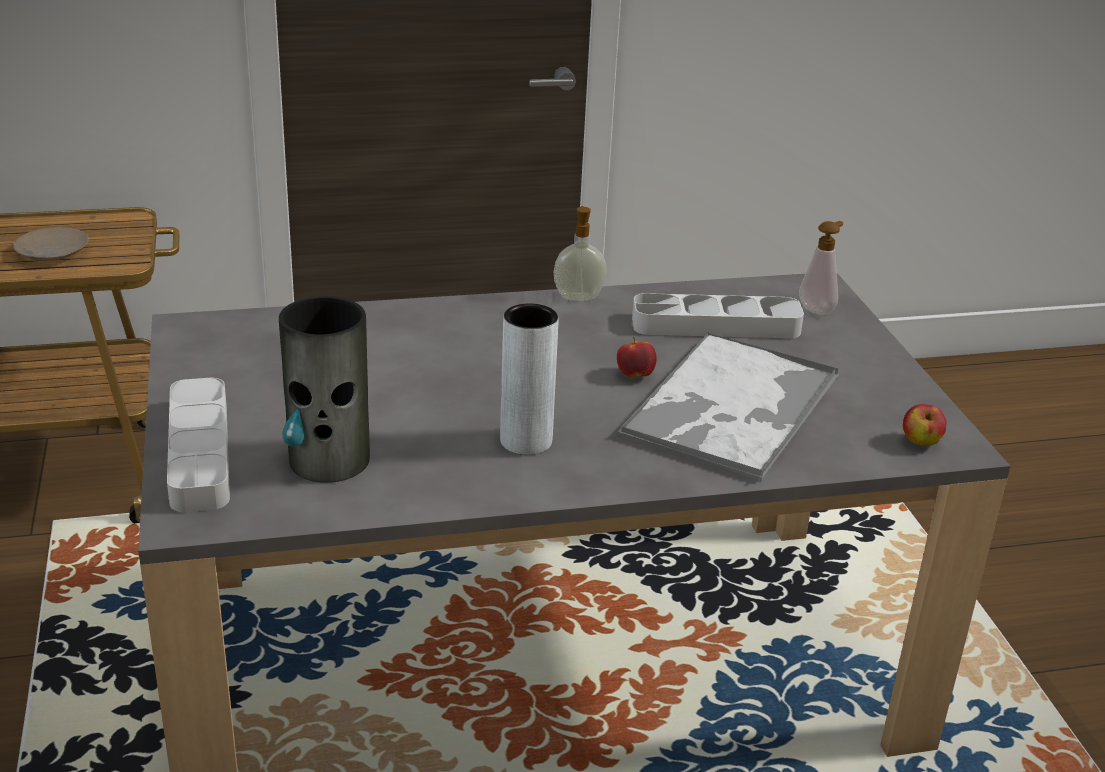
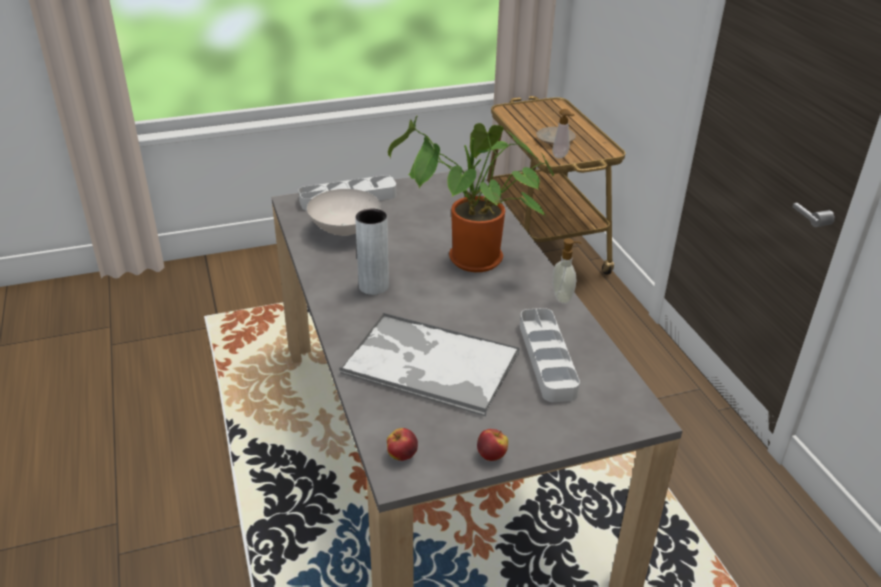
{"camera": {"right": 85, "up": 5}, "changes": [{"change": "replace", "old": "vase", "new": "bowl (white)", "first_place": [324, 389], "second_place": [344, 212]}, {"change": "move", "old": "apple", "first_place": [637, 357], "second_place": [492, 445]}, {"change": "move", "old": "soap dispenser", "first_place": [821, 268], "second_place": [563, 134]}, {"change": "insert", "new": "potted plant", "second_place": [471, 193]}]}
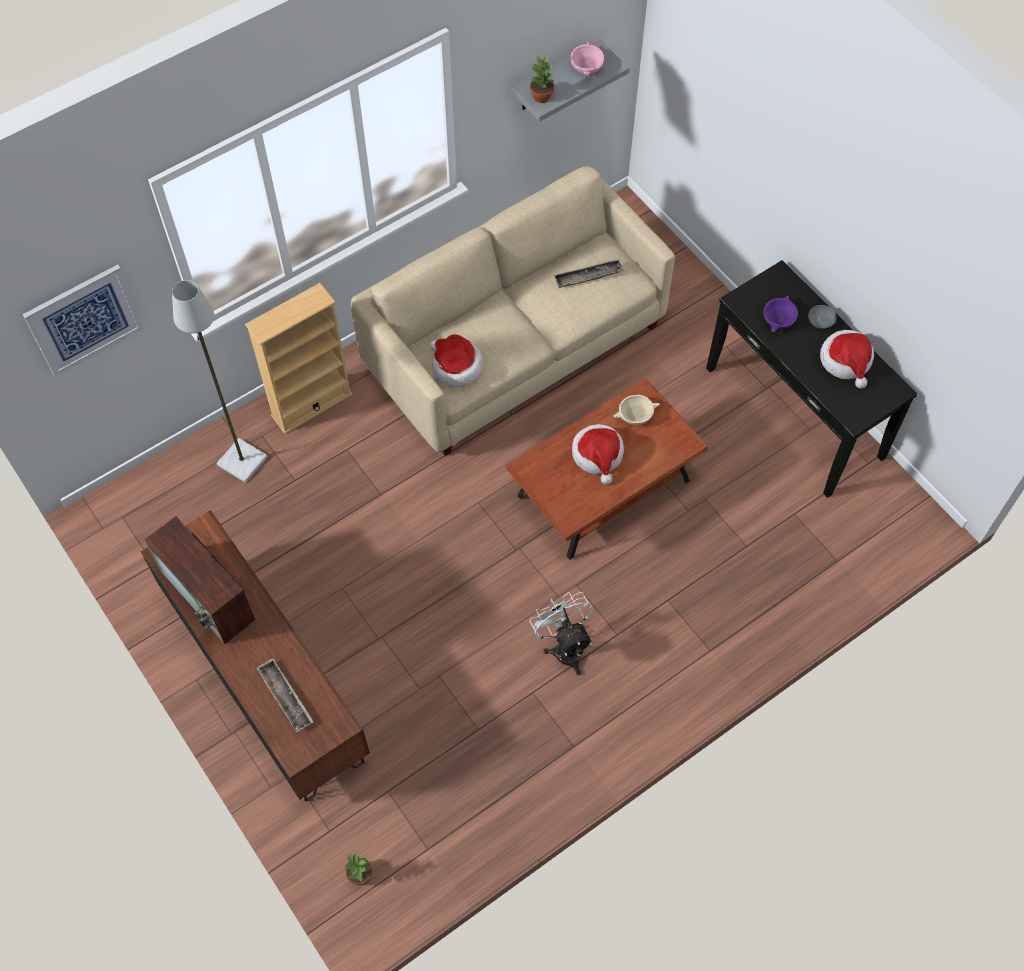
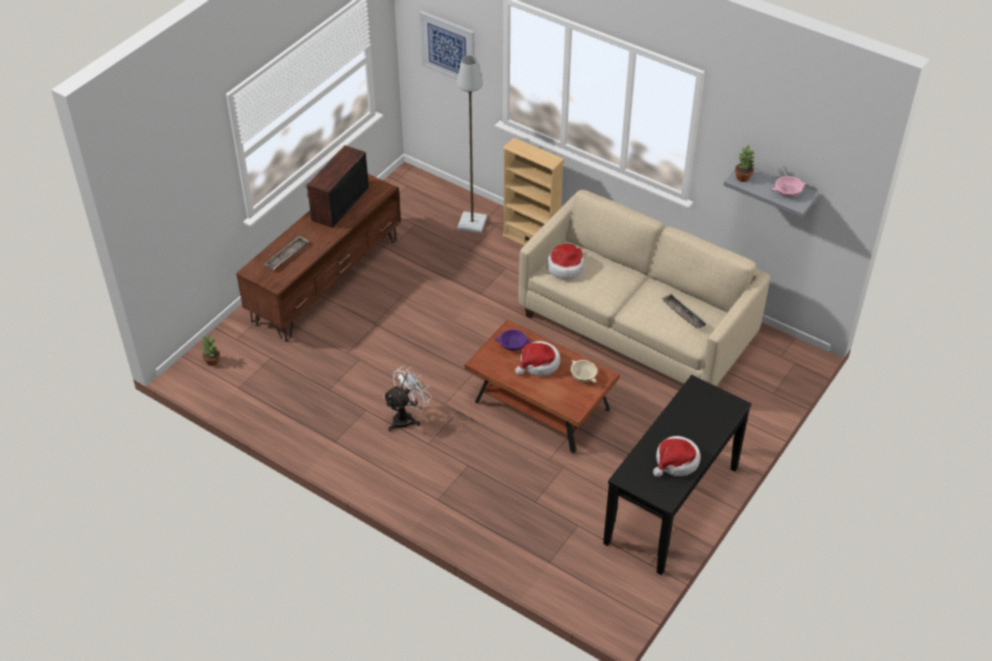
{"camera": {"right": 70, "up": -15}, "changes": [{"change": "move", "old": "bowl (purple)", "first_place": [780, 314], "second_place": [513, 340]}, {"change": "delete", "old": "bowl (grey)", "first_place": [822, 317]}]}
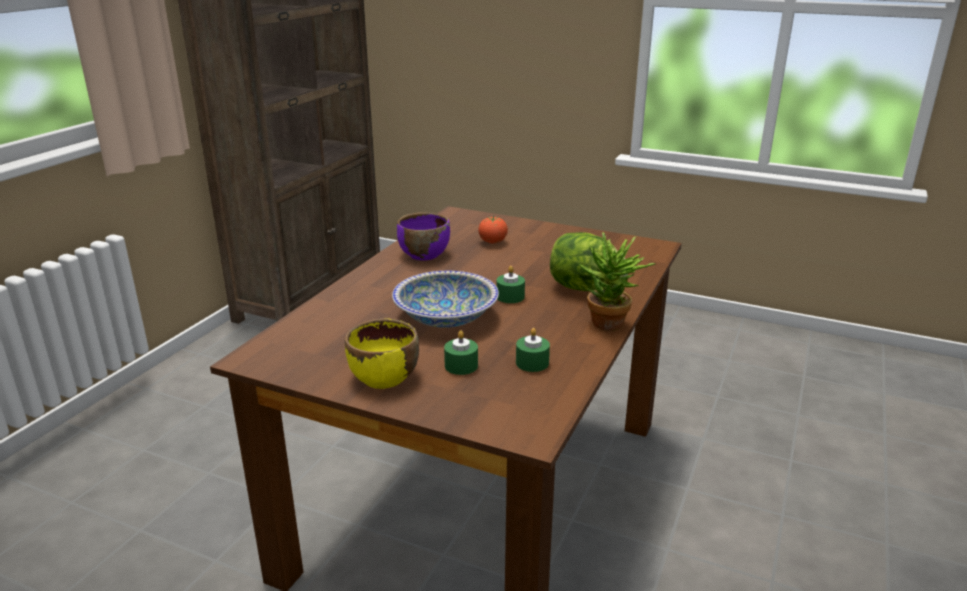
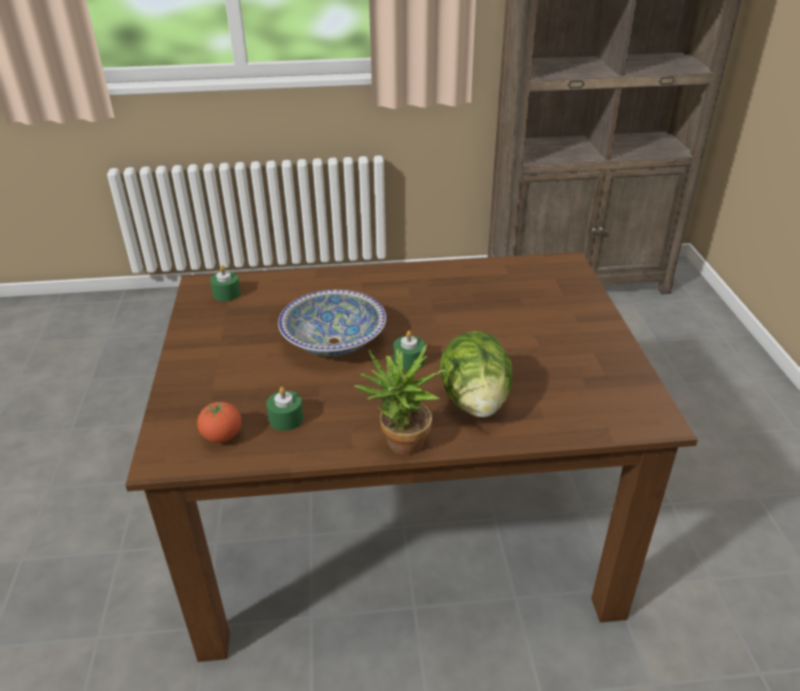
{"camera": {"right": 60, "up": 10}, "changes": [{"change": "delete", "old": "bowl (yellow)", "first_place": [382, 353]}, {"change": "delete", "old": "bowl (purple)", "first_place": [423, 236]}, {"change": "move", "old": "candle (green)", "first_place": [461, 352], "second_place": [225, 283]}, {"change": "move", "old": "tomato", "first_place": [493, 229], "second_place": [219, 422]}]}
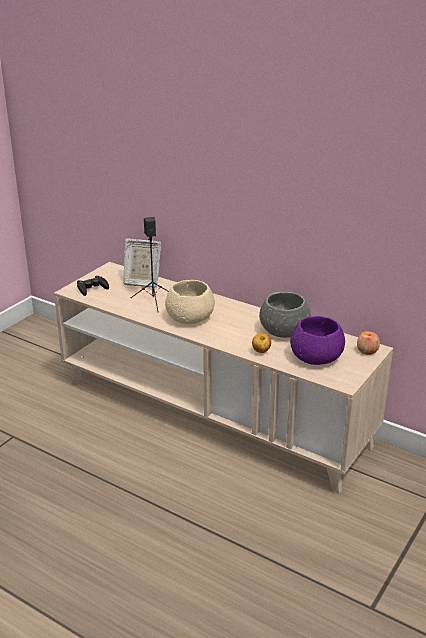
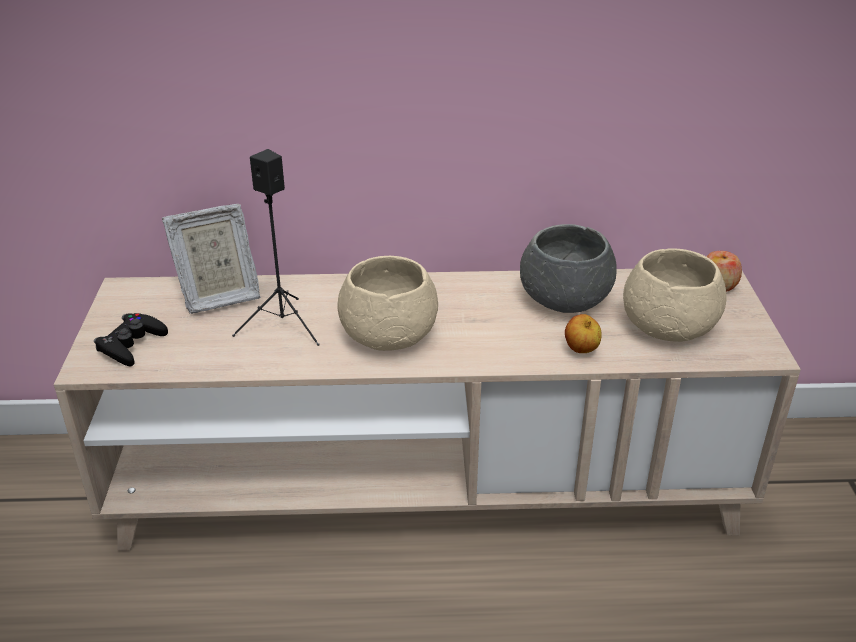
{"camera": {"right": -35, "up": 5}, "changes": [{"change": "recolor", "old": "bowl (purple)", "new": "bowl (beige)", "first_place": [317, 340], "second_place": [675, 295]}]}
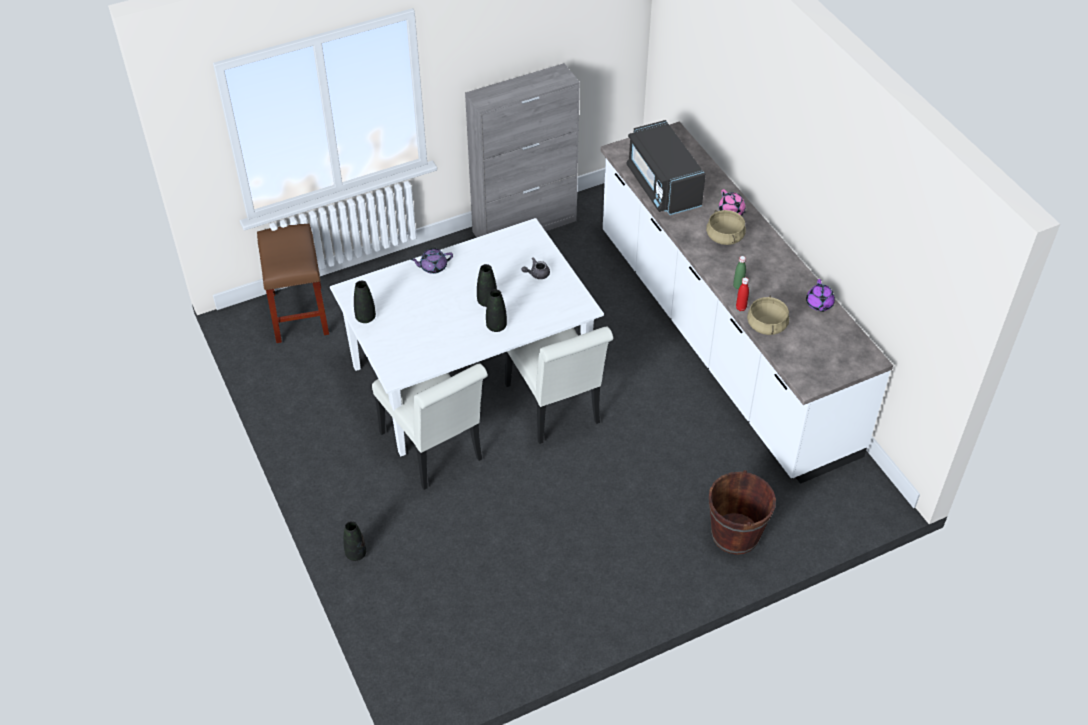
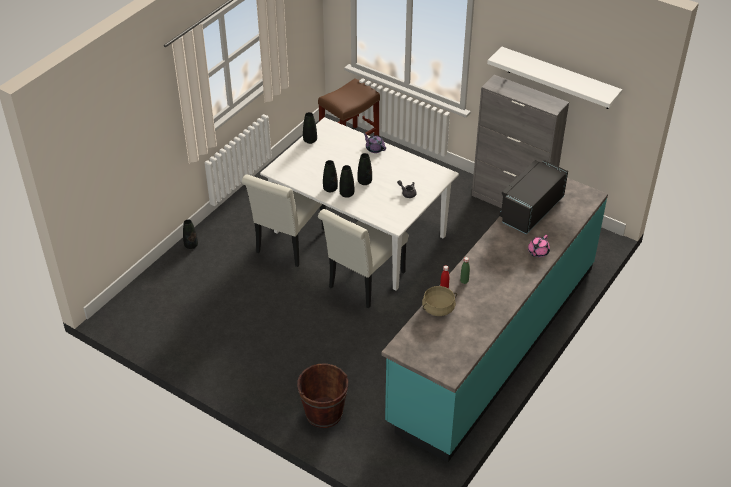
{"camera": {"right": 60, "up": -5}, "changes": [{"change": "recolor", "old": "counter (white)", "new": "counter (turquoise)", "first_place": [747, 302], "second_place": [494, 320]}, {"change": "delete", "old": "cooking pot (beige)", "first_place": [726, 227]}, {"change": "delete", "old": "teapot (purple)", "first_place": [820, 295]}, {"change": "insert", "new": "vase (black)", "second_place": [330, 176]}, {"change": "insert", "new": "shelf (white)", "second_place": [554, 78]}]}
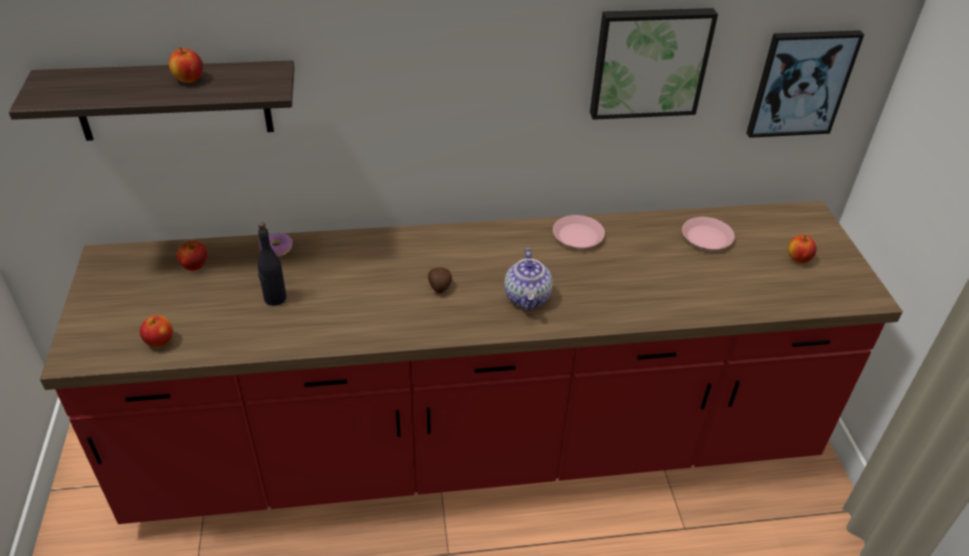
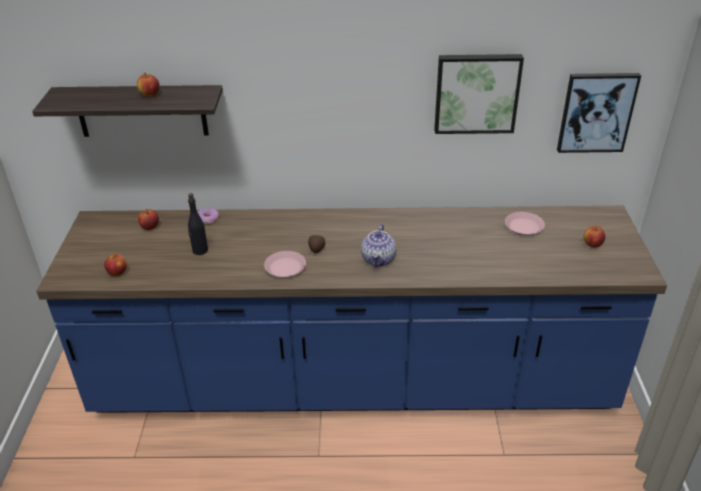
{"camera": {"right": 10, "up": -5}, "changes": [{"change": "recolor", "old": "counter (red)", "new": "counter (blue)", "first_place": [471, 362], "second_place": [351, 309]}, {"change": "move", "old": "plate (pink)", "first_place": [579, 232], "second_place": [285, 264]}]}
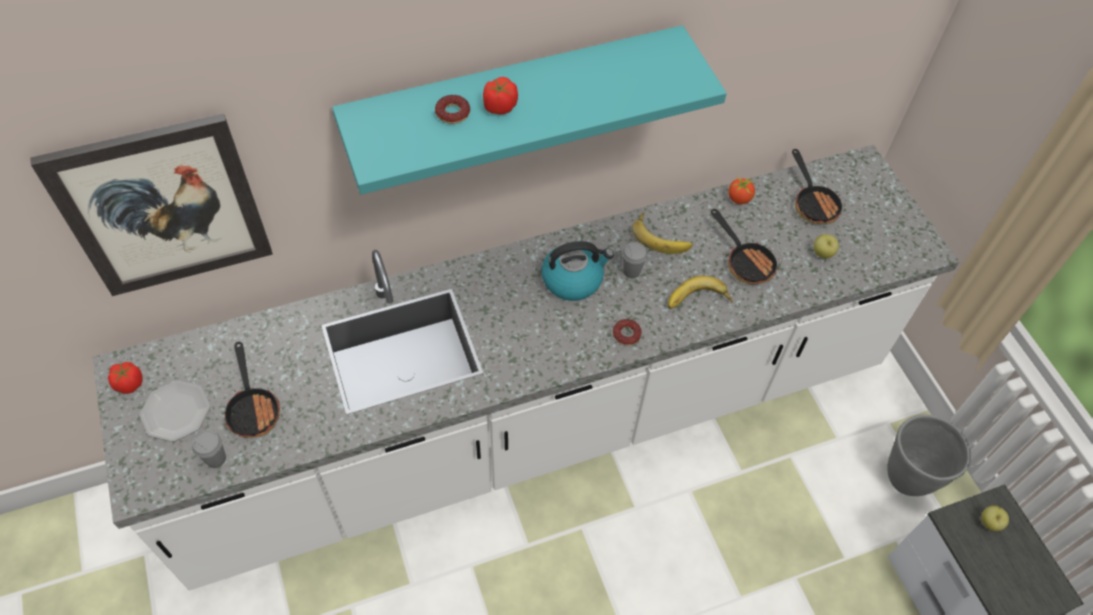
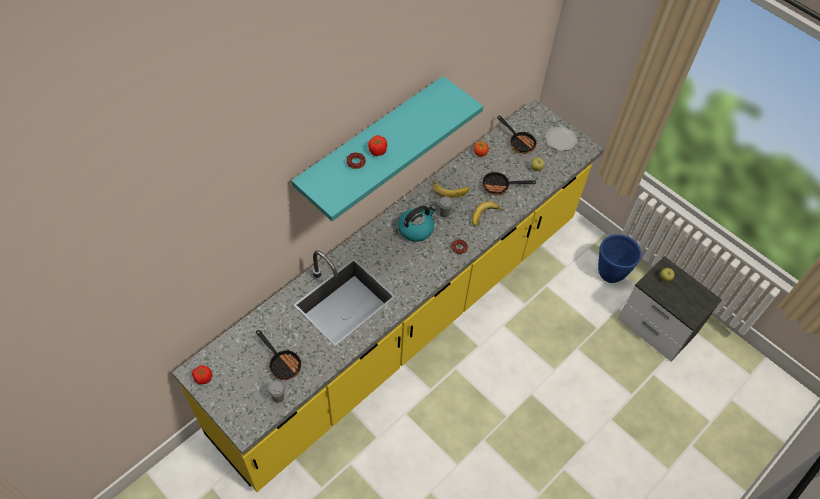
{"camera": {"right": -25, "up": 0}, "changes": [{"change": "delete", "old": "picture", "first_place": [151, 205]}, {"change": "recolor", "old": "counter (white)", "new": "counter (yellow)", "first_place": [526, 367], "second_place": [388, 295]}, {"change": "move", "old": "plate", "first_place": [175, 411], "second_place": [561, 138]}, {"change": "rotate", "old": "frying pan", "first_place": [745, 247], "second_place": [509, 183], "degrees": 150}, {"change": "recolor", "old": "planter (grey)", "new": "planter (blue)", "first_place": [929, 455], "second_place": [620, 258]}]}
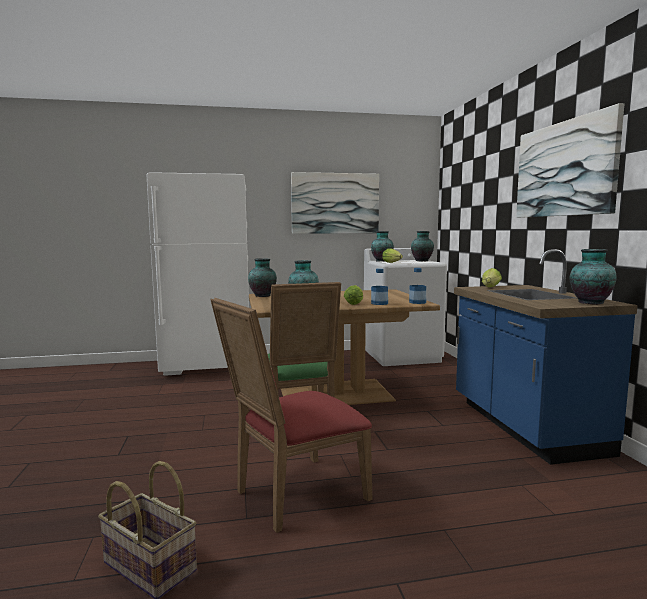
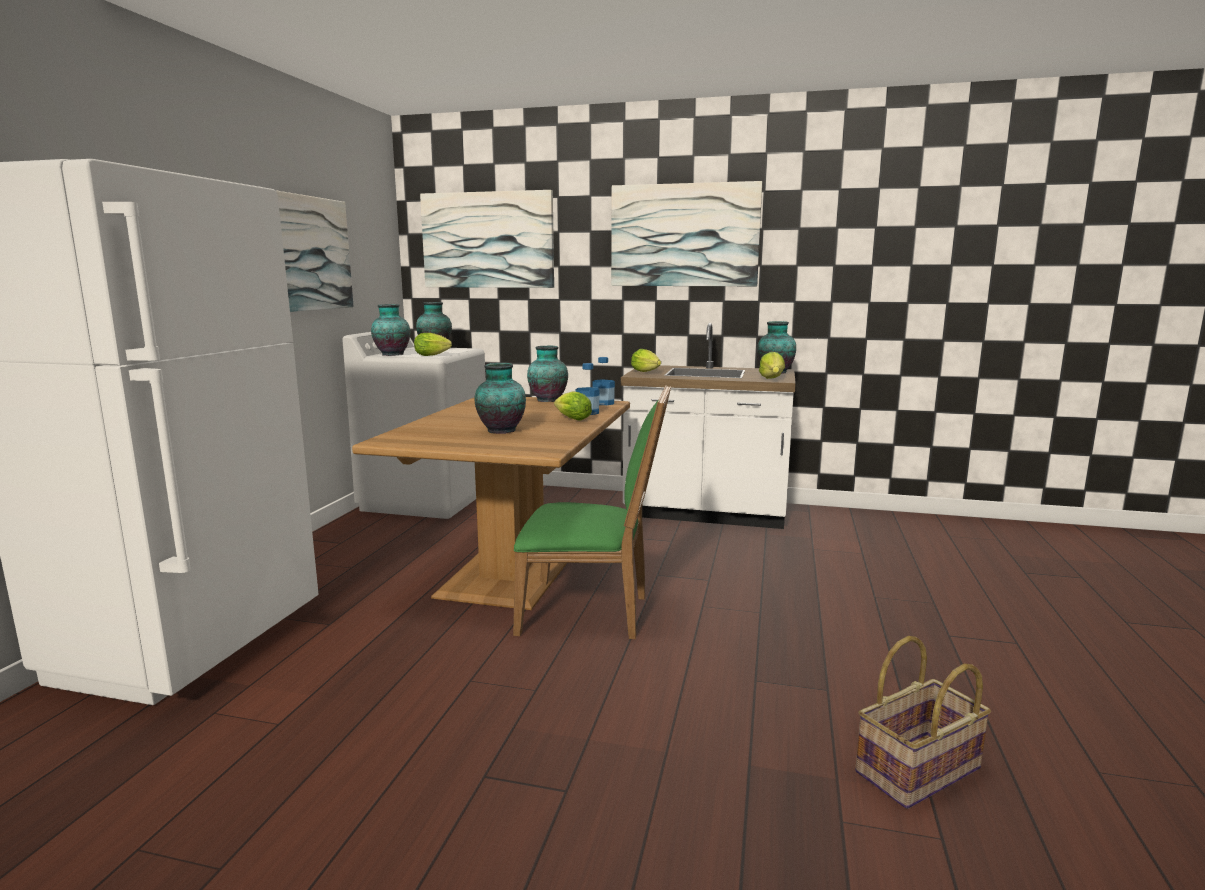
{"camera": {"right": -65, "up": 5}, "changes": [{"change": "delete", "old": "chair (red)", "first_place": [291, 415]}, {"change": "move", "old": "vase", "first_place": [262, 277], "second_place": [547, 374]}, {"change": "recolor", "old": "counter (blue)", "new": "counter (white)", "first_place": [546, 357], "second_place": [708, 426]}, {"change": "insert", "new": "picture", "second_place": [487, 239]}, {"change": "insert", "new": "lettuce", "second_place": [772, 365]}]}
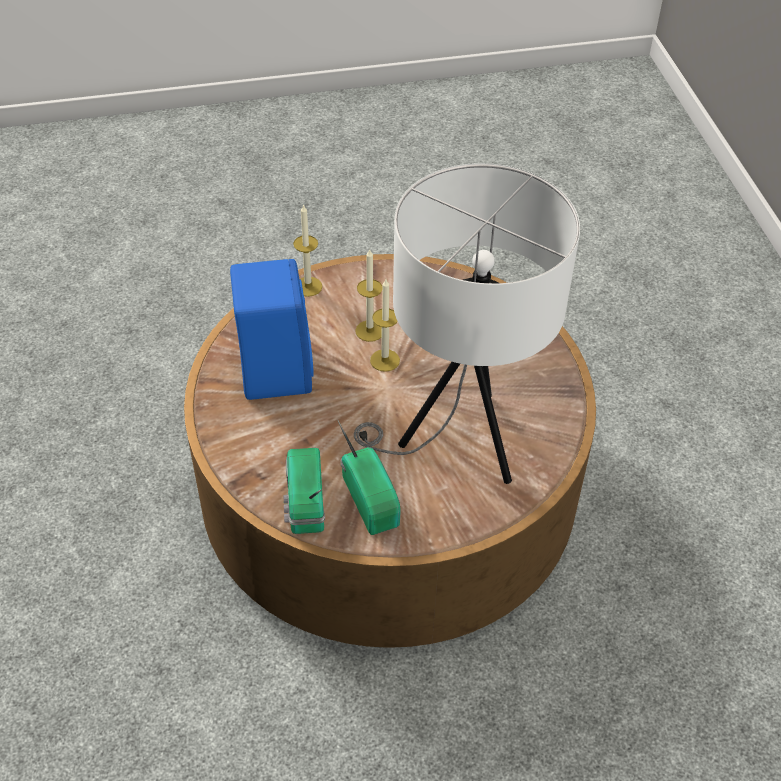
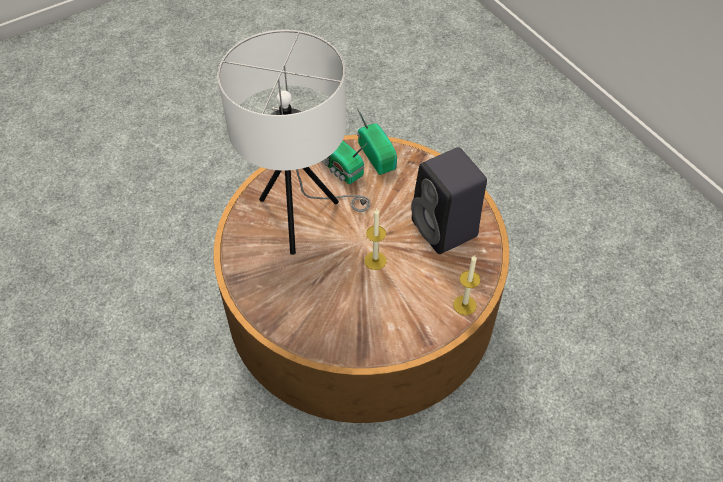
{"camera": {"right": 160, "up": 5}, "changes": [{"change": "recolor", "old": "speaker (blue)", "new": "speaker (black)", "first_place": [272, 329], "second_place": [449, 200]}, {"change": "delete", "old": "candle", "first_place": [369, 295]}]}
